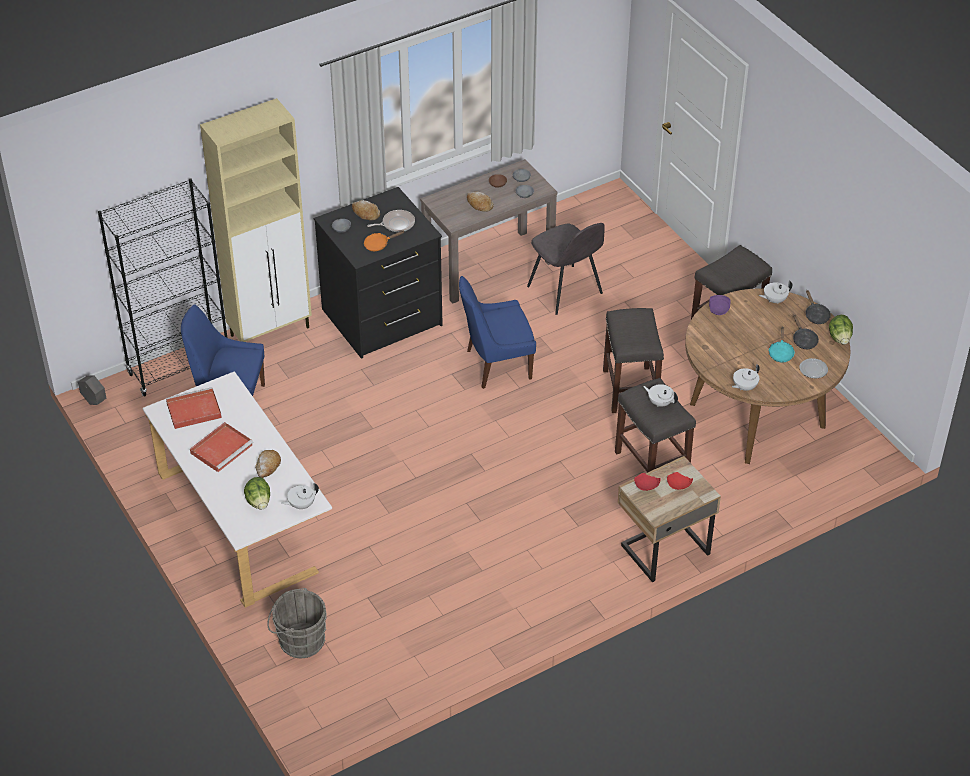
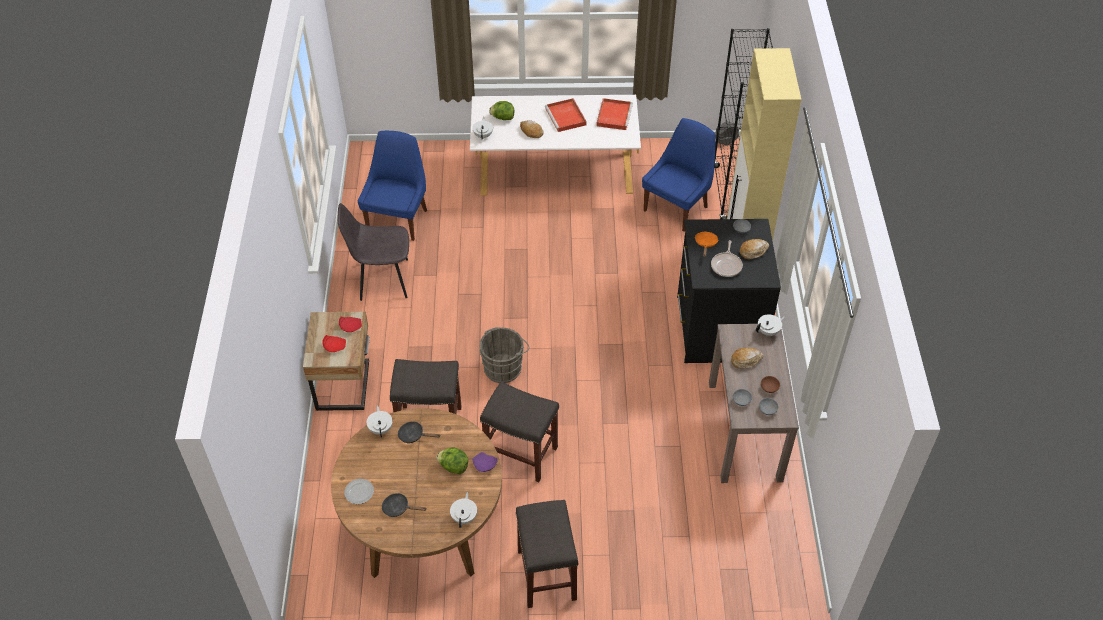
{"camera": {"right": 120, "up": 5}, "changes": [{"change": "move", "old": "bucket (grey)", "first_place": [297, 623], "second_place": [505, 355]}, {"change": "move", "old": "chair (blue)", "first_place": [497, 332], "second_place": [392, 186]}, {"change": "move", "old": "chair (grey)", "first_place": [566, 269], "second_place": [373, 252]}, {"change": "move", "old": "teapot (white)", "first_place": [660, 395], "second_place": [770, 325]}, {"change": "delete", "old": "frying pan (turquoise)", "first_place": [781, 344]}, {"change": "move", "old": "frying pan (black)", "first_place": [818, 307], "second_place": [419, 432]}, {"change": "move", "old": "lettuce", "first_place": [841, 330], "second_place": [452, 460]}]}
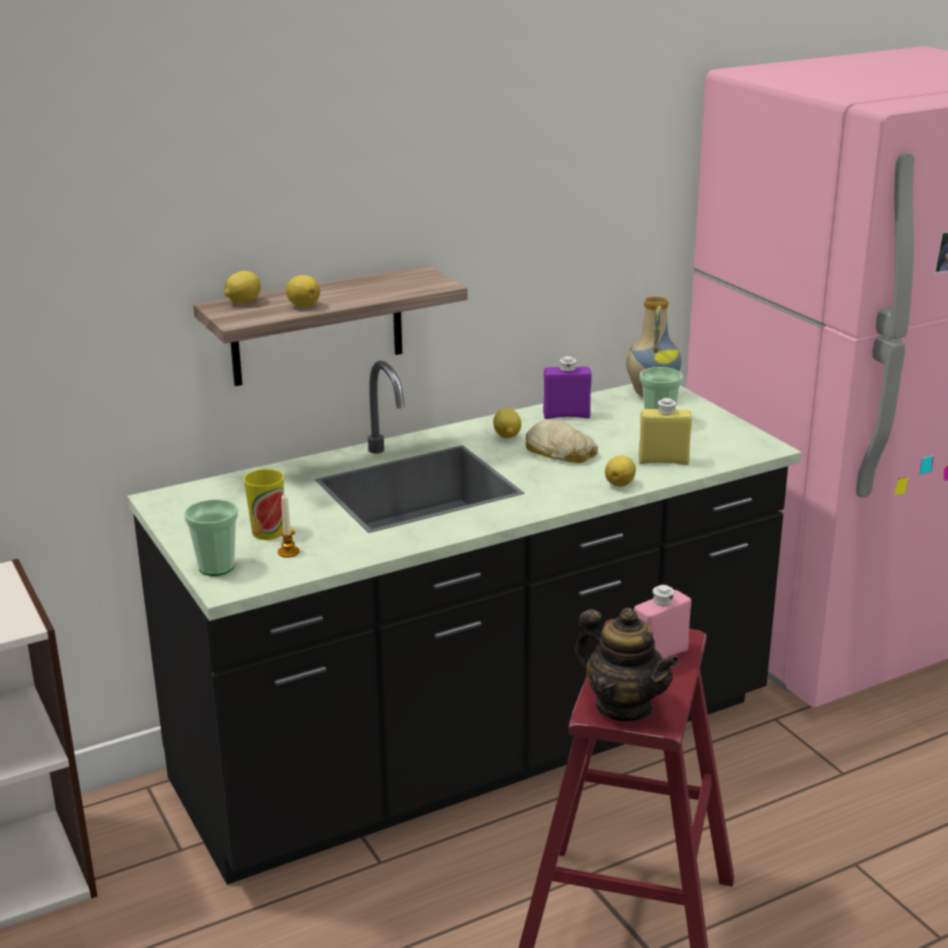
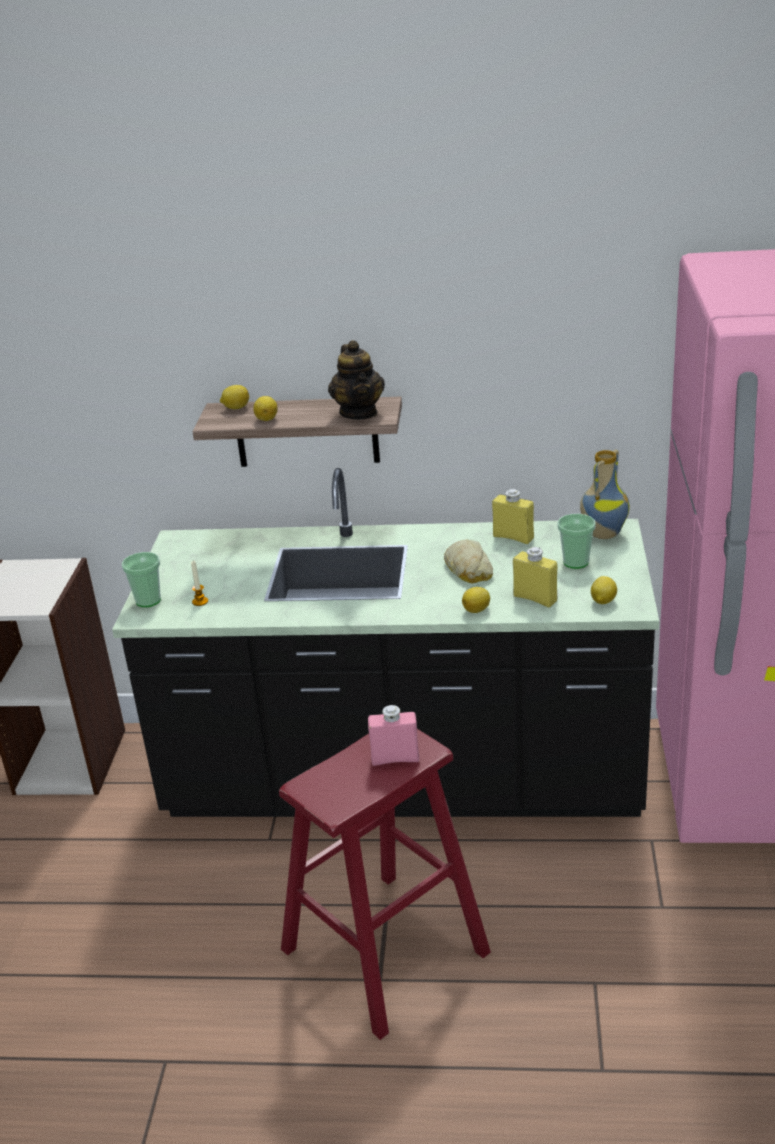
{"camera": {"right": 35, "up": 5}, "changes": [{"change": "delete", "old": "cup", "first_place": [264, 504]}, {"change": "move", "old": "lemon", "first_place": [507, 423], "second_place": [604, 590]}, {"change": "recolor", "old": "bottle (purple)", "new": "bottle (yellow)", "first_place": [567, 387], "second_place": [513, 516]}, {"change": "move", "old": "teapot", "first_place": [627, 664], "second_place": [356, 380]}]}
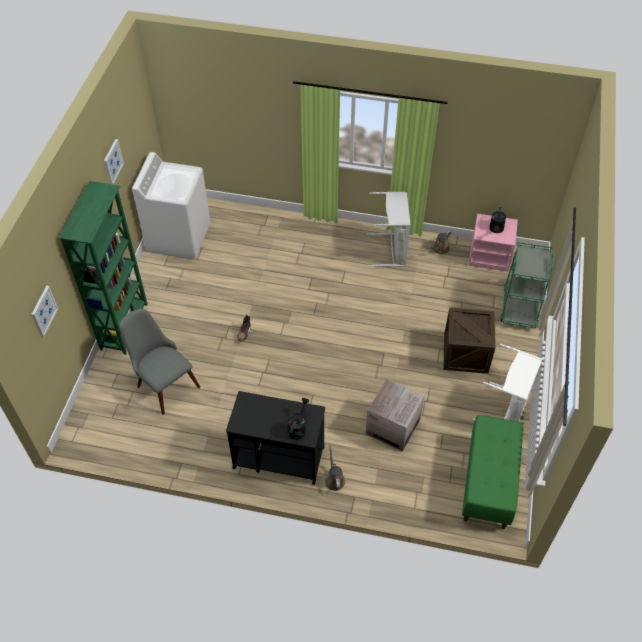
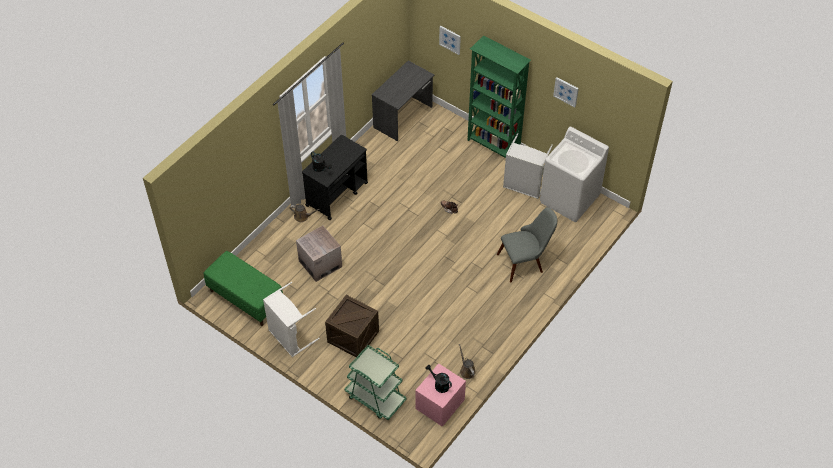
{"camera": {"right": 115, "up": 0}, "changes": [{"change": "move", "old": "chair (grey)", "first_place": [159, 362], "second_place": [527, 244]}, {"change": "move", "old": "laundry basket (grey)", "first_place": [389, 229], "second_place": [528, 166]}, {"change": "insert", "new": "desk (grey)", "second_place": [403, 101]}]}
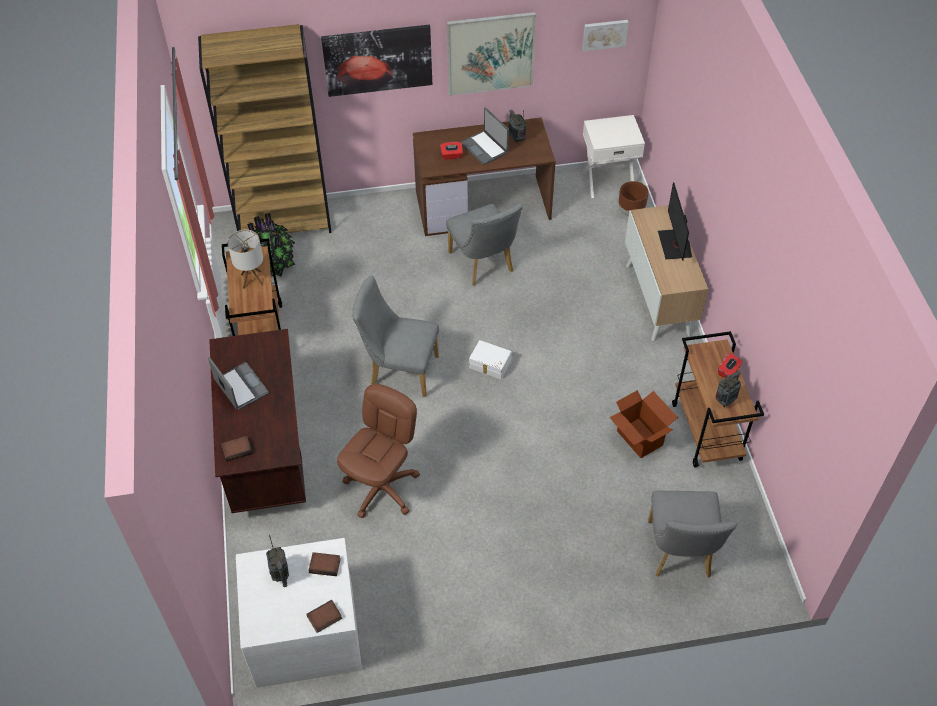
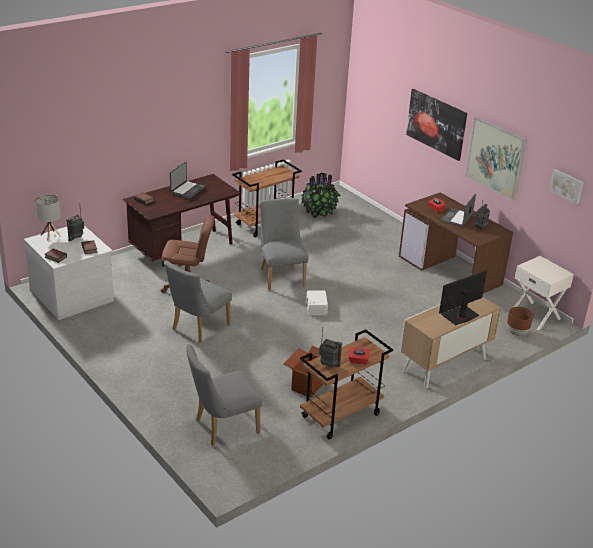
{"camera": {"right": 60, "up": -20}, "changes": [{"change": "delete", "old": "bookcase (brown)", "first_place": [265, 129]}, {"change": "move", "old": "table lamp", "first_place": [245, 259], "second_place": [48, 217]}, {"change": "move", "old": "chair (grey)", "first_place": [484, 244], "second_place": [198, 301]}]}
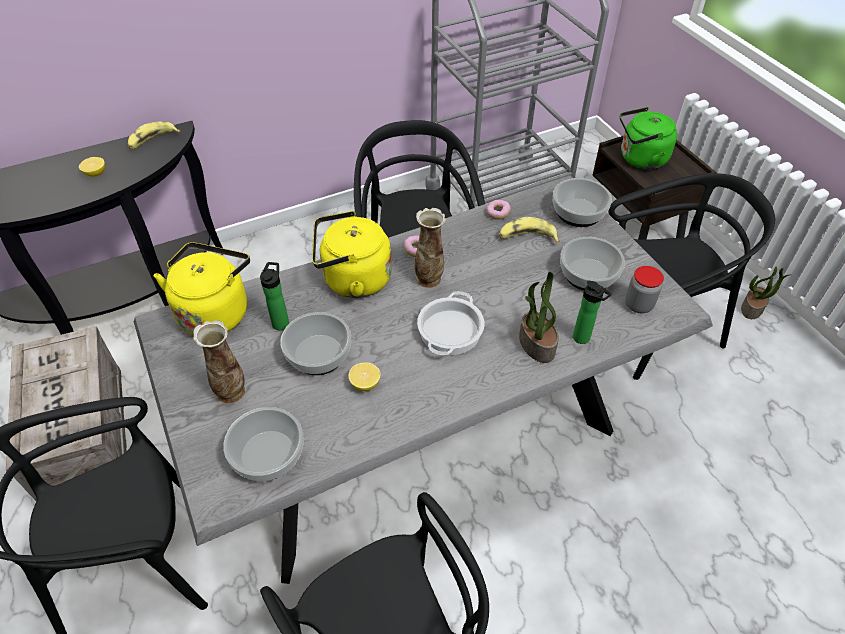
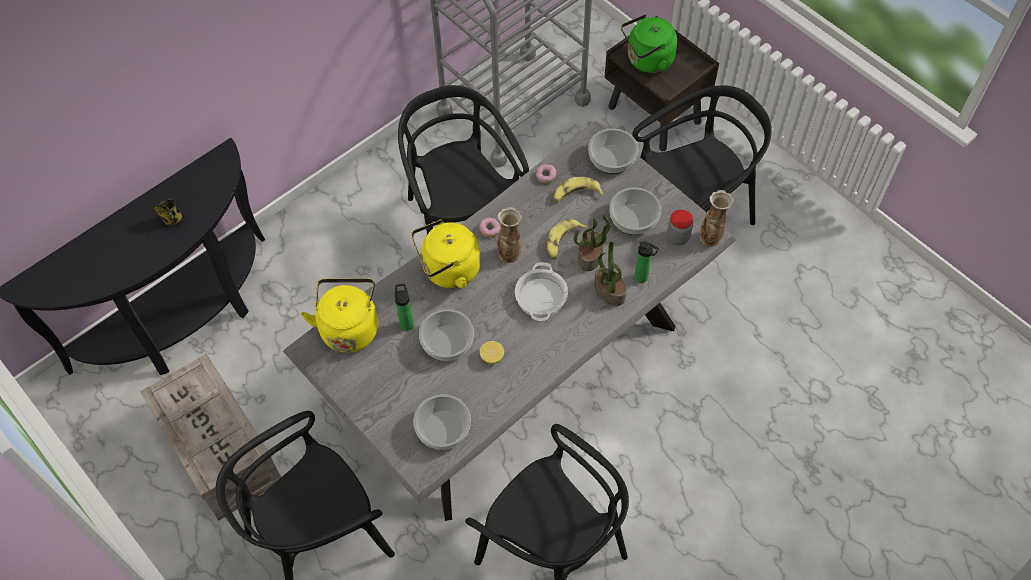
{"camera": {"right": -15, "up": 10}, "changes": [{"change": "replace", "old": "lemon", "new": "mug", "first_place": [92, 167], "second_place": [167, 212]}, {"change": "move", "old": "banana", "first_place": [154, 135], "second_place": [567, 239]}, {"change": "move", "old": "vase", "first_place": [219, 362], "second_place": [717, 218]}, {"change": "move", "old": "potted plant", "first_place": [765, 293], "second_place": [593, 243]}]}
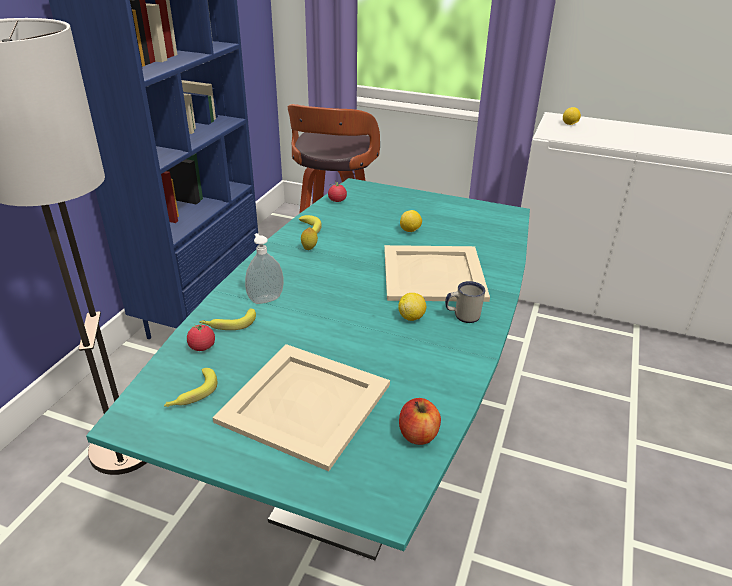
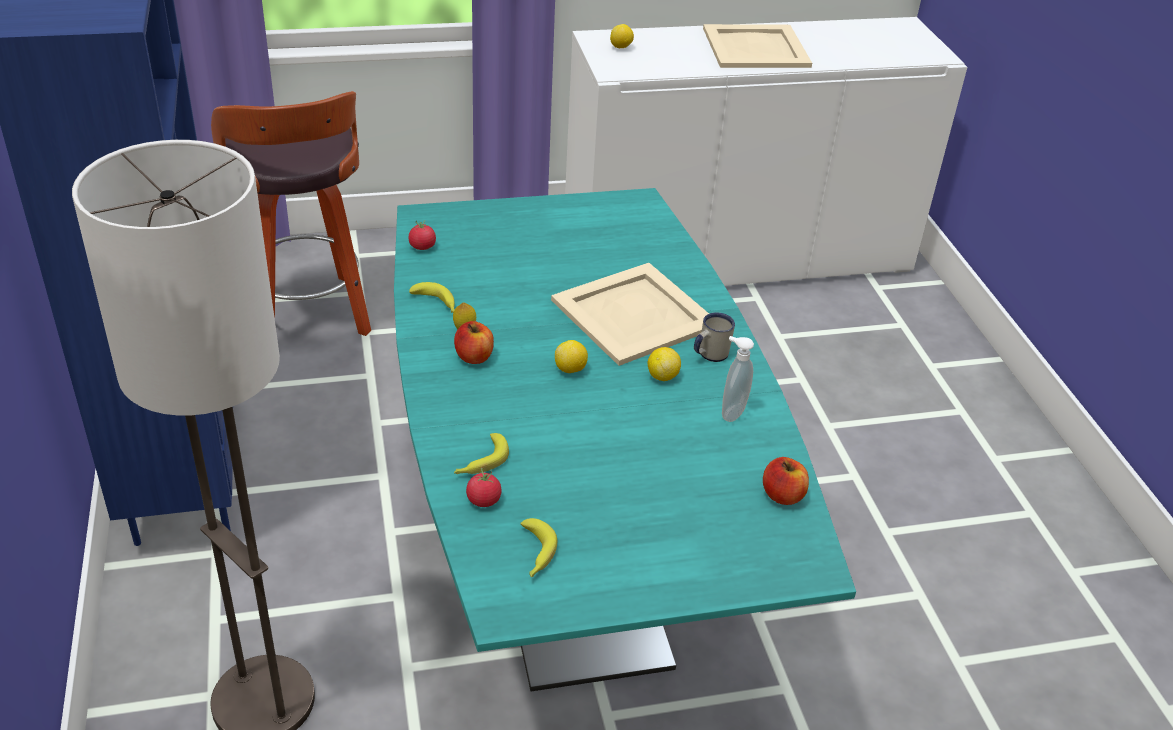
{"camera": {"right": -35, "up": 5}, "changes": [{"change": "move", "old": "tray (beige)", "first_place": [301, 407], "second_place": [757, 46]}, {"change": "move", "old": "soap dispenser", "first_place": [264, 268], "second_place": [738, 379]}, {"change": "move", "old": "lemon", "first_place": [411, 221], "second_place": [571, 356]}, {"change": "insert", "new": "apple", "second_place": [474, 342]}]}
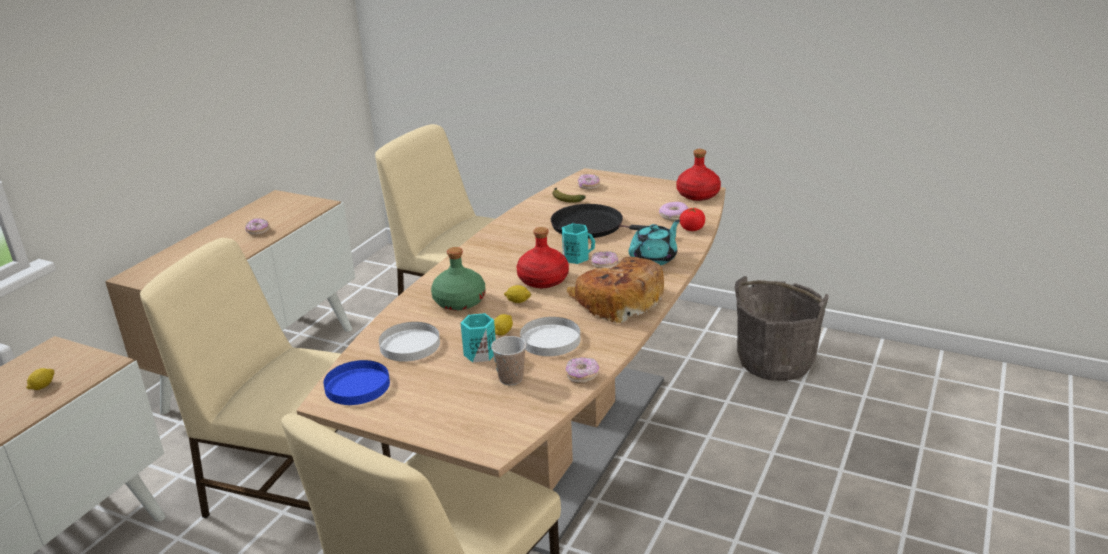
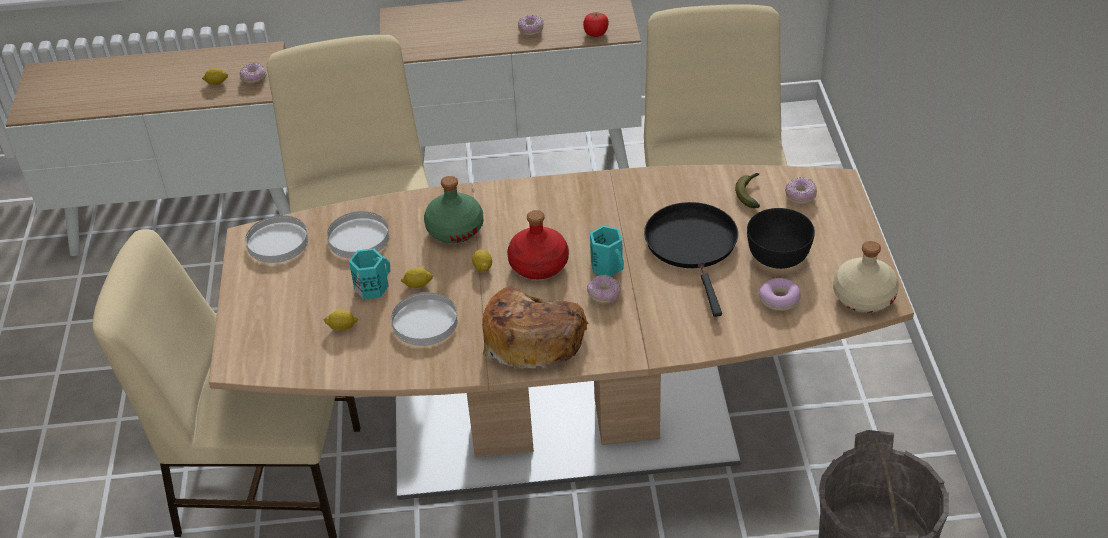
{"camera": {"right": 60, "up": 15}, "changes": [{"change": "recolor", "old": "plate (blue)", "new": "plate (white)", "first_place": [356, 382], "second_place": [276, 239]}, {"change": "replace", "old": "cup", "new": "lemon", "first_place": [508, 360], "second_place": [341, 320]}, {"change": "move", "old": "donut", "first_place": [582, 370], "second_place": [253, 73]}, {"change": "delete", "old": "teapot (turquoise)", "first_place": [654, 242]}, {"change": "recolor", "old": "bottle (red)", "new": "bottle (beige)", "first_place": [699, 175], "second_place": [866, 277]}, {"change": "move", "old": "tomato", "first_place": [692, 219], "second_place": [596, 24]}, {"change": "insert", "new": "bowl (black)", "second_place": [781, 238]}]}
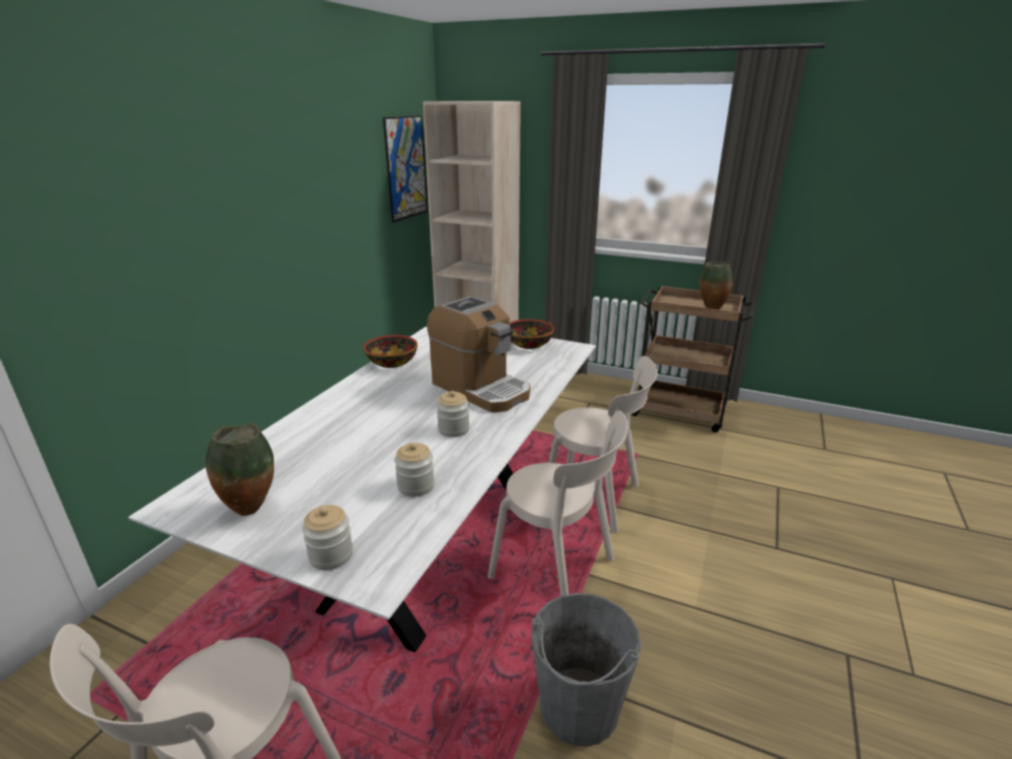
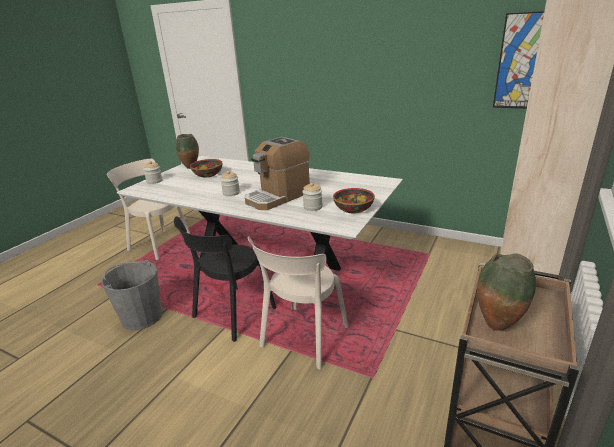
{"camera": {"right": 95, "up": 0}, "changes": [{"change": "move", "old": "bowl", "first_place": [391, 351], "second_place": [206, 168]}, {"change": "move", "old": "jar", "first_place": [414, 469], "second_place": [312, 197]}, {"change": "recolor", "old": "chair (beige)", "new": "chair (black)", "first_place": [558, 503], "second_place": [225, 279]}]}
